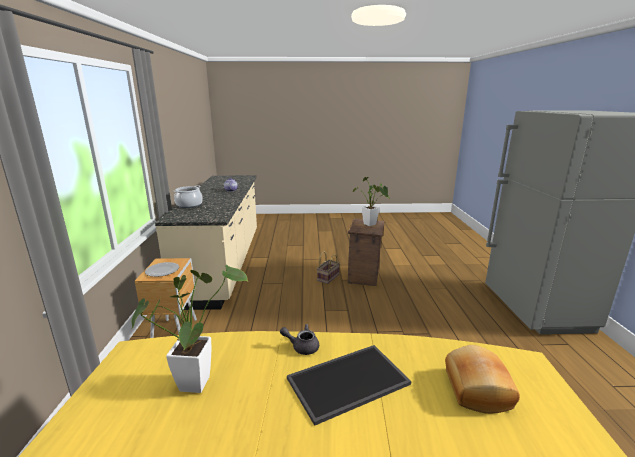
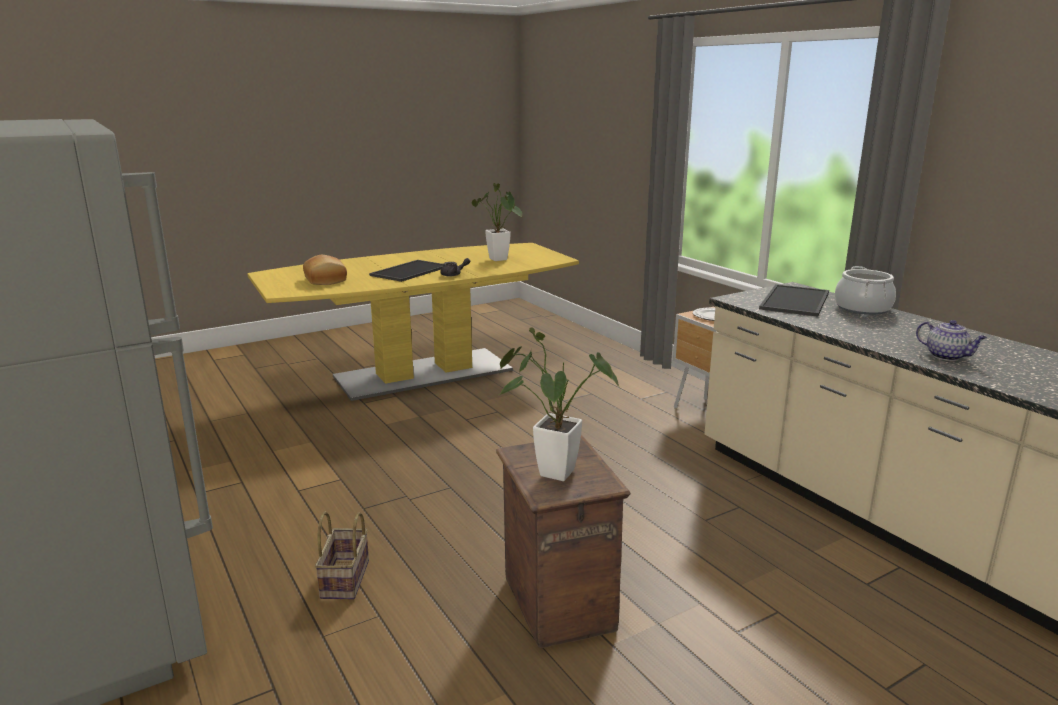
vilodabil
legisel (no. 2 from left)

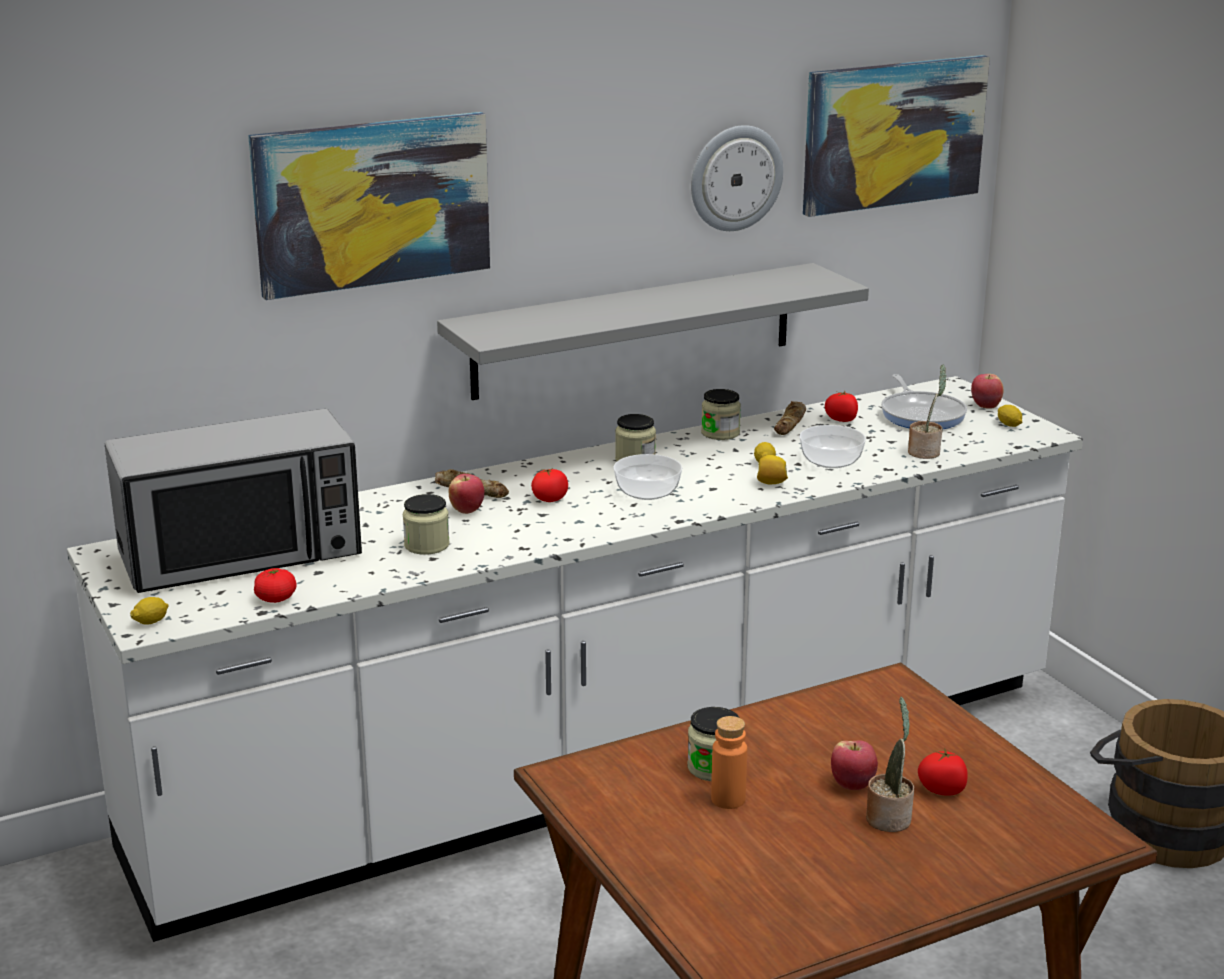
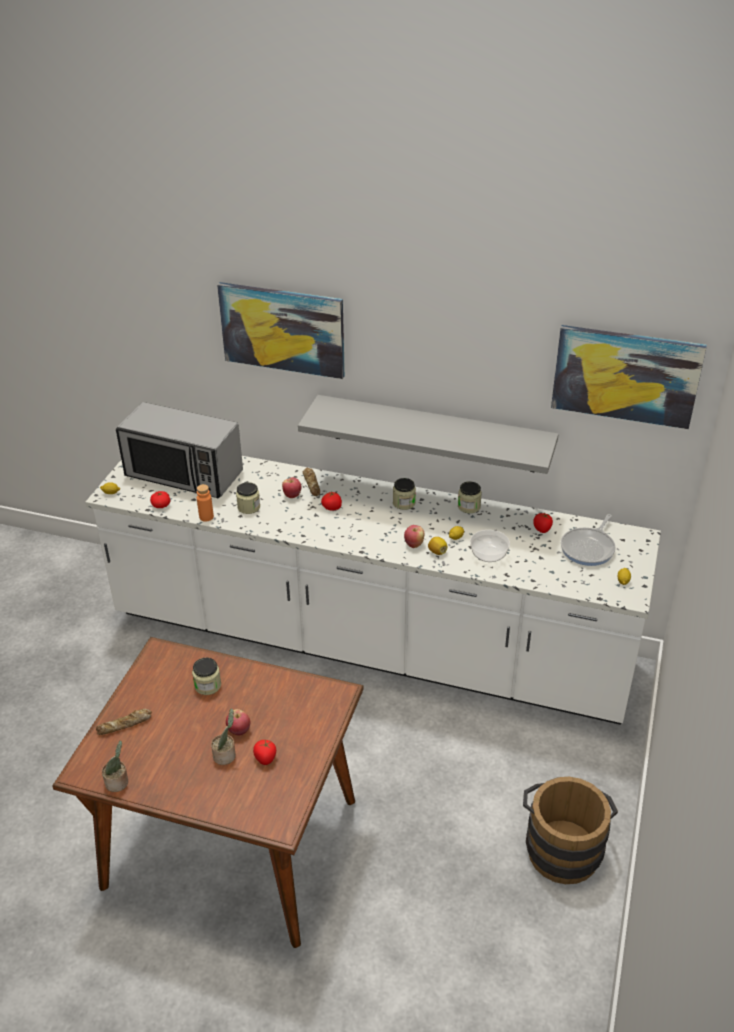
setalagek (no. 1 from left)
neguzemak (no. 1 from left)
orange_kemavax
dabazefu (no. 3 from left)
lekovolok (no. 1 from left in the first image)
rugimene

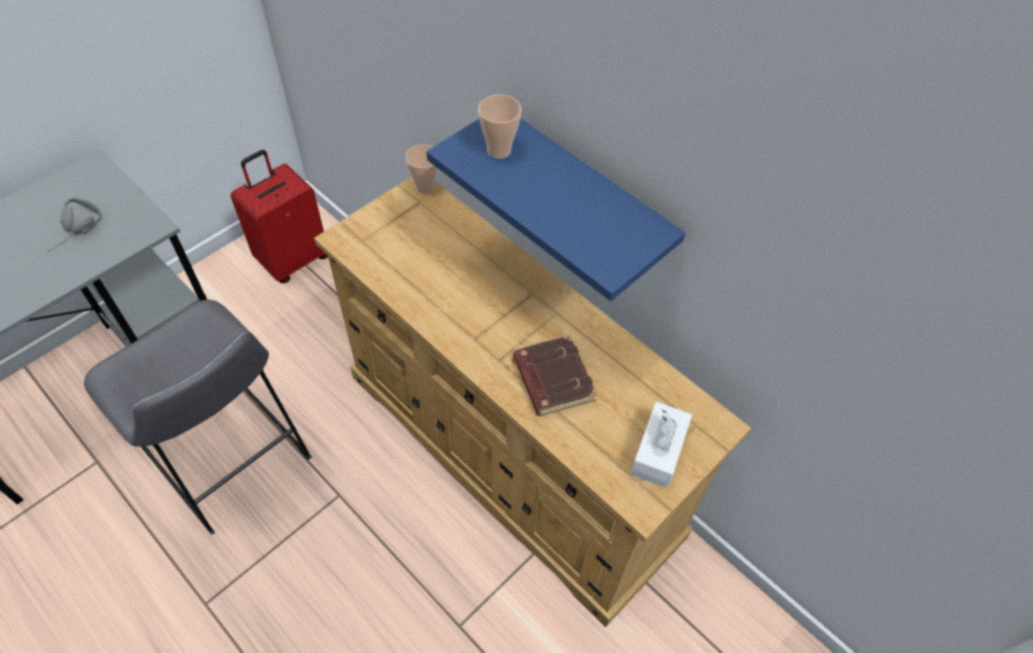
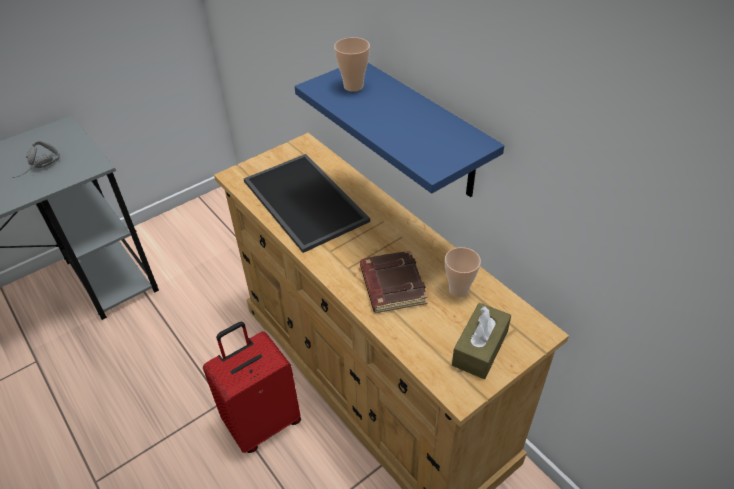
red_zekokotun
legisel
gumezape (no. 2 from left)
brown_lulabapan
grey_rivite

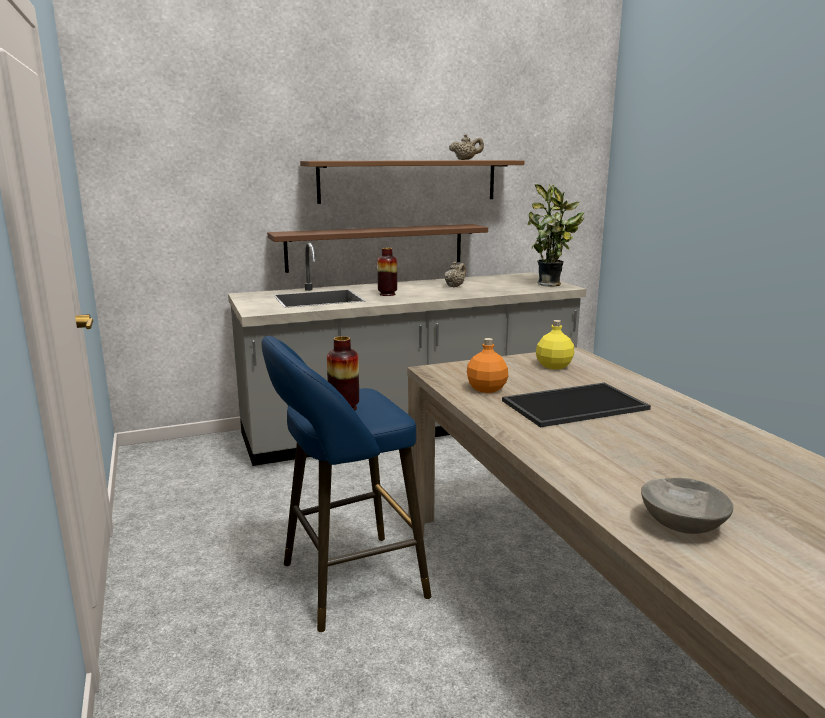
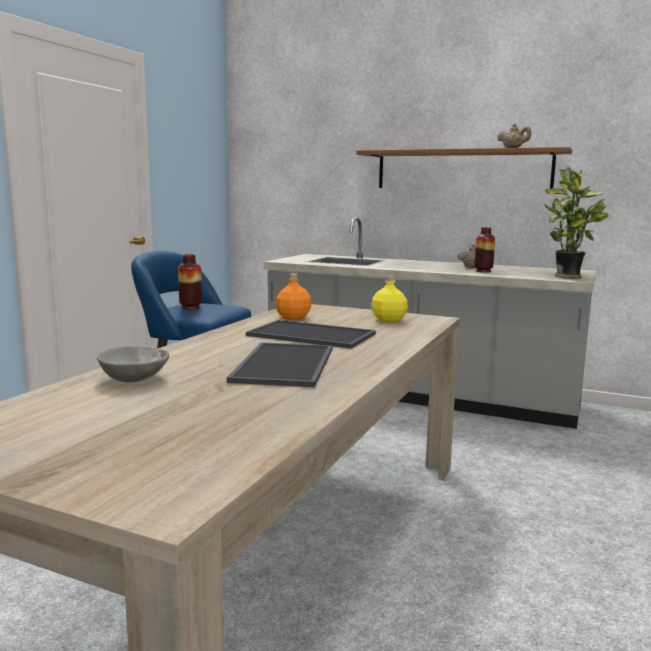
legisel (no. 1 from left)
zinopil (no. 2 from left)
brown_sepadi (no. 1 from left in the first image)

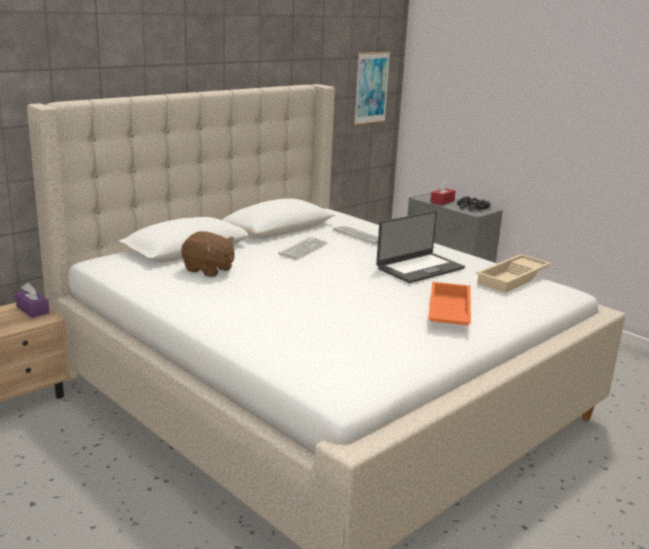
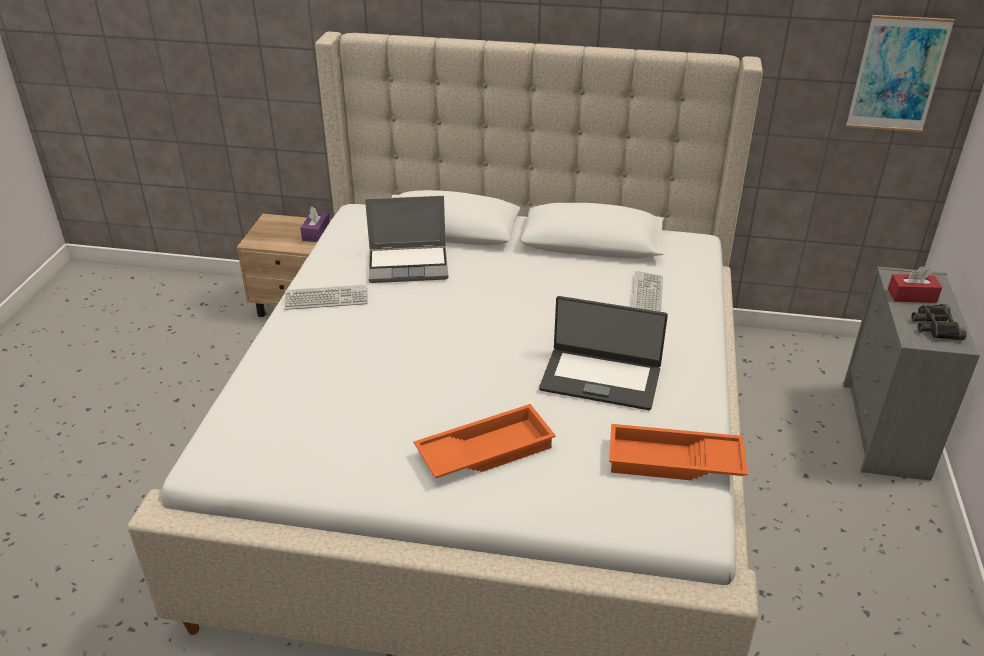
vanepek (no. 1 from left)
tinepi (no. 1 from left)
orange_legisel (no. 2 from left)

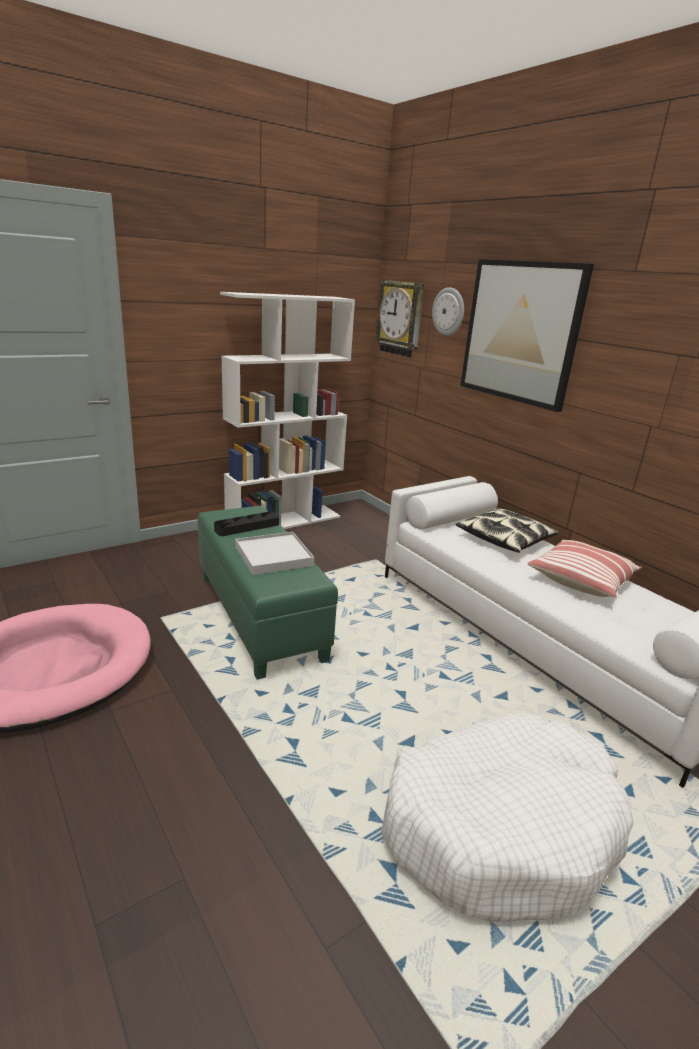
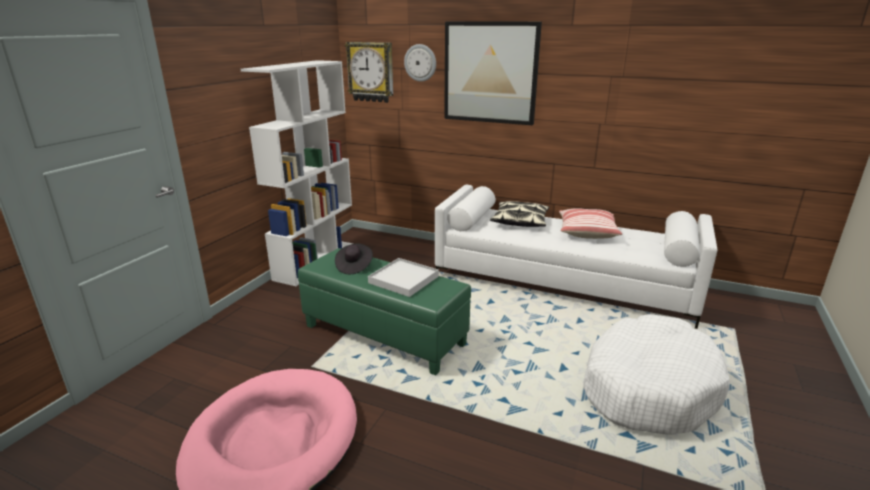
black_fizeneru

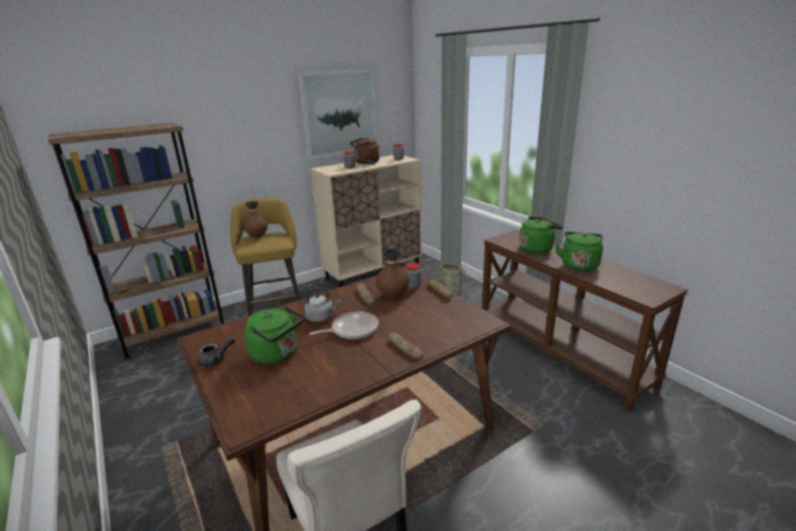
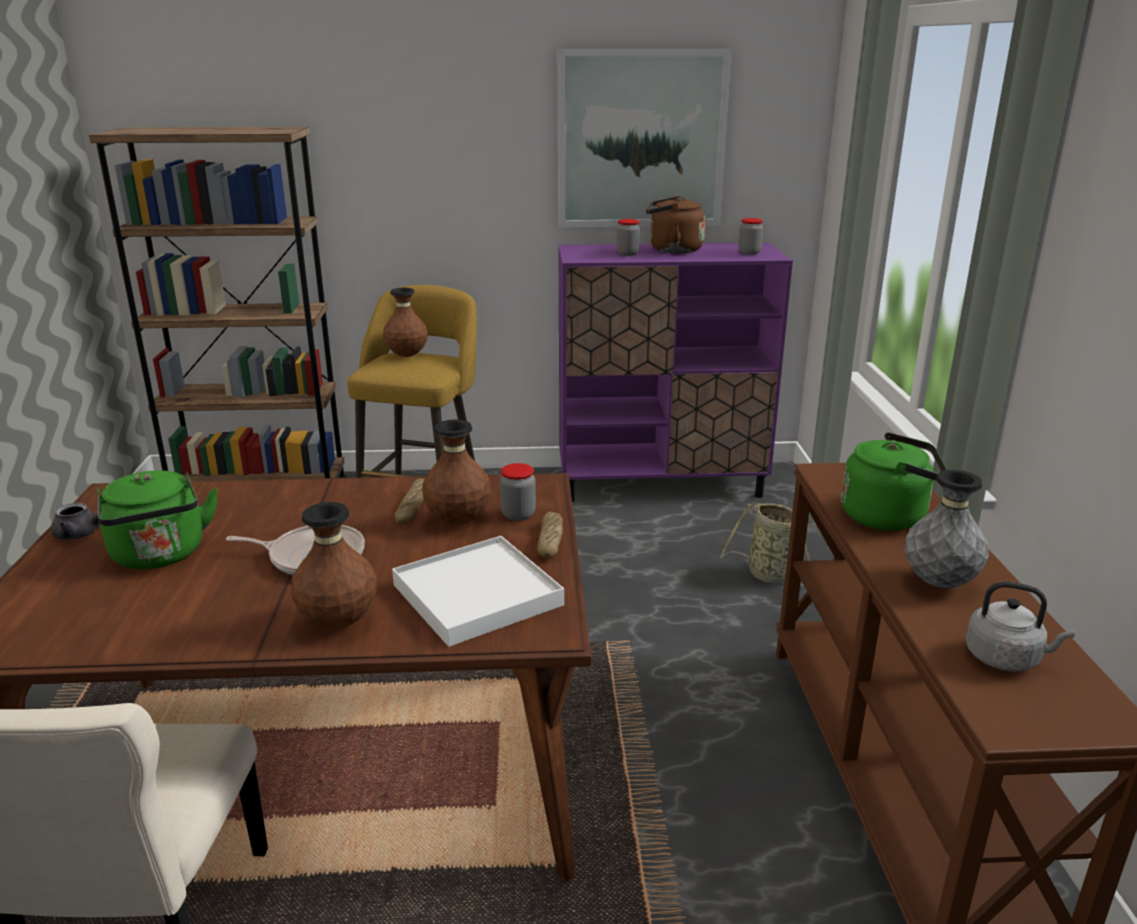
brown_zinopil (no. 1 from left)
white_legisel
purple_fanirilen
grey_zinopil
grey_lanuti

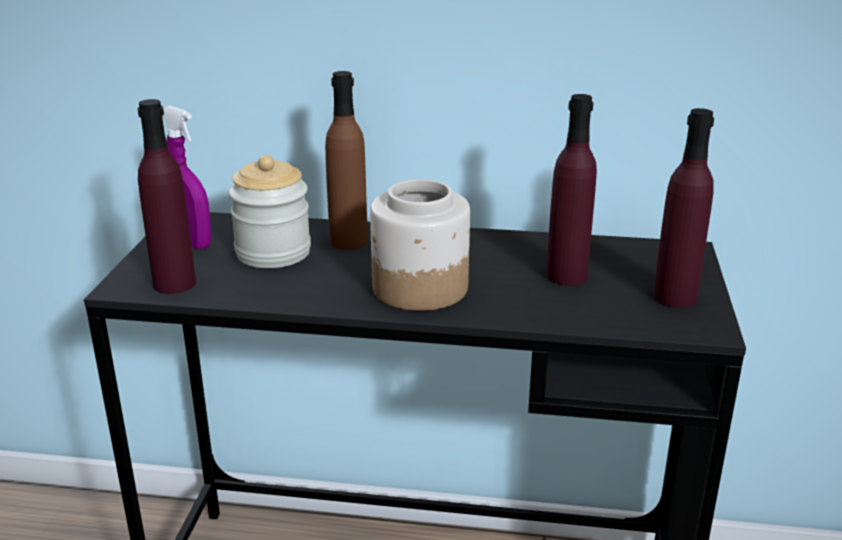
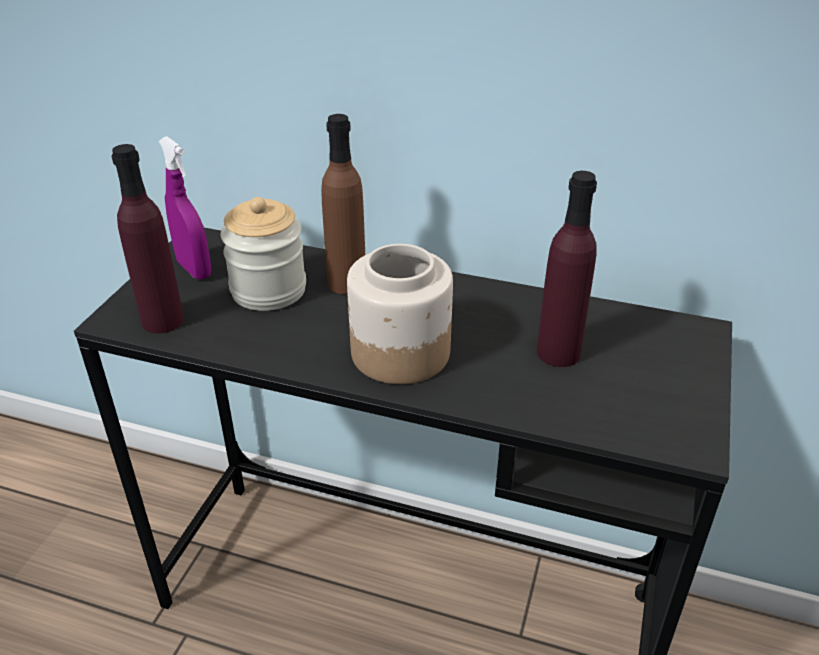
purple_kemavax (no. 3 from left in the first image)

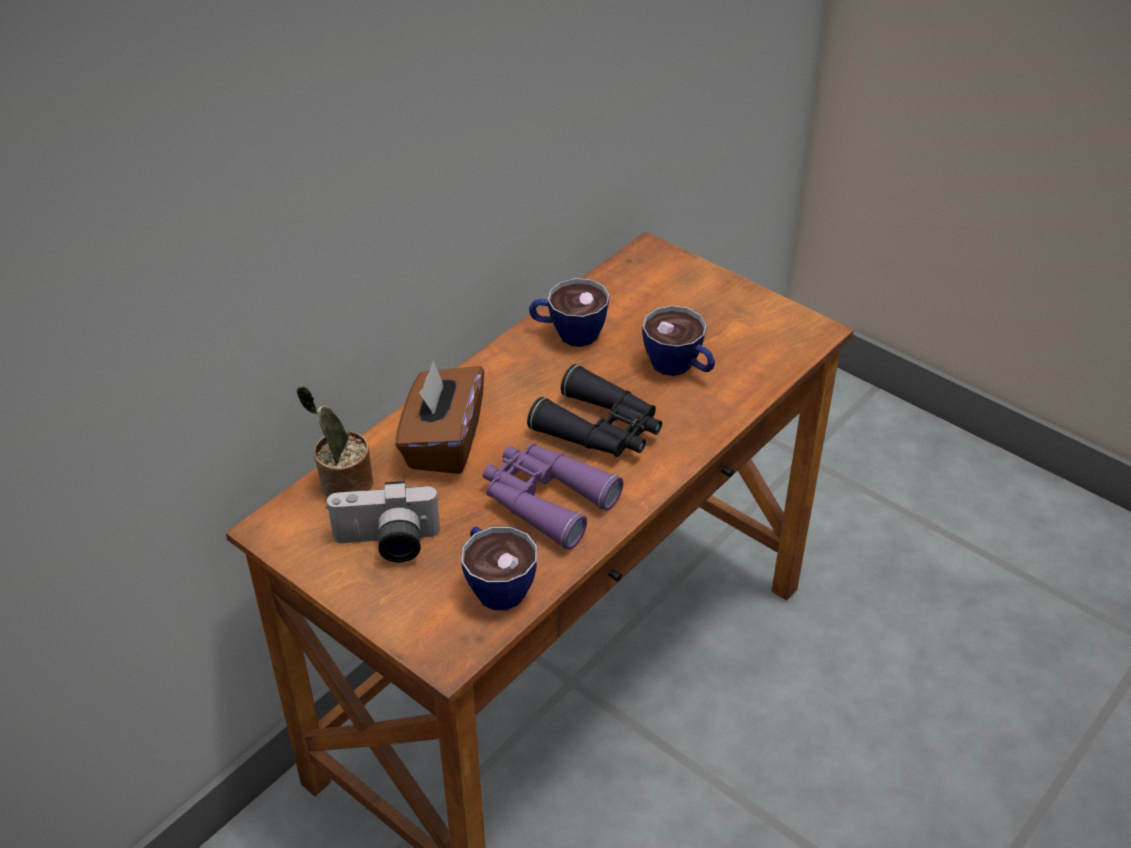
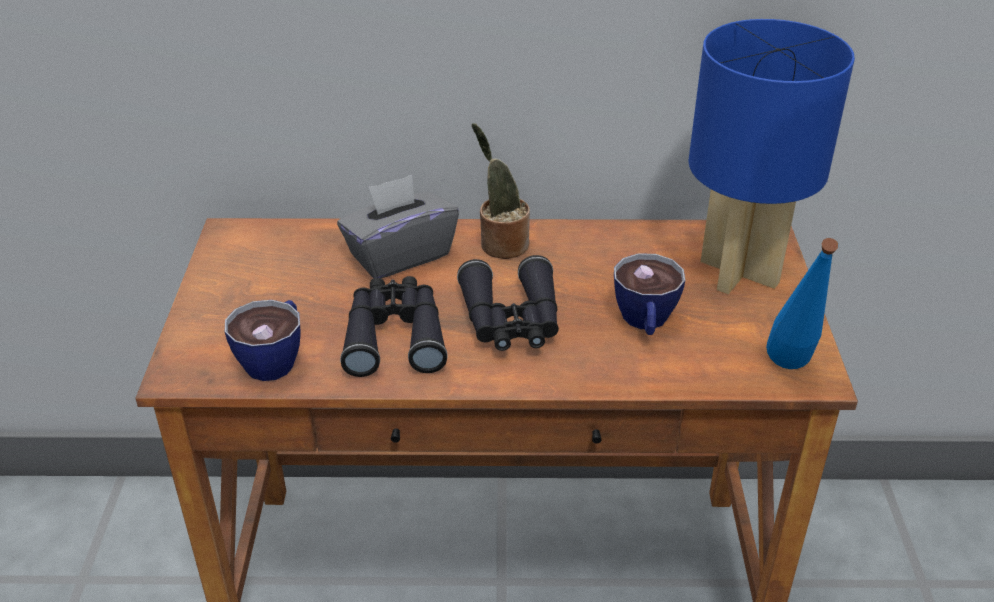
grey_lulabapan
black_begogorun (no. 1 from left)
neguzemak
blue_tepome
blue_kemavax
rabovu
gumezape (no. 2 from left in the first image)

